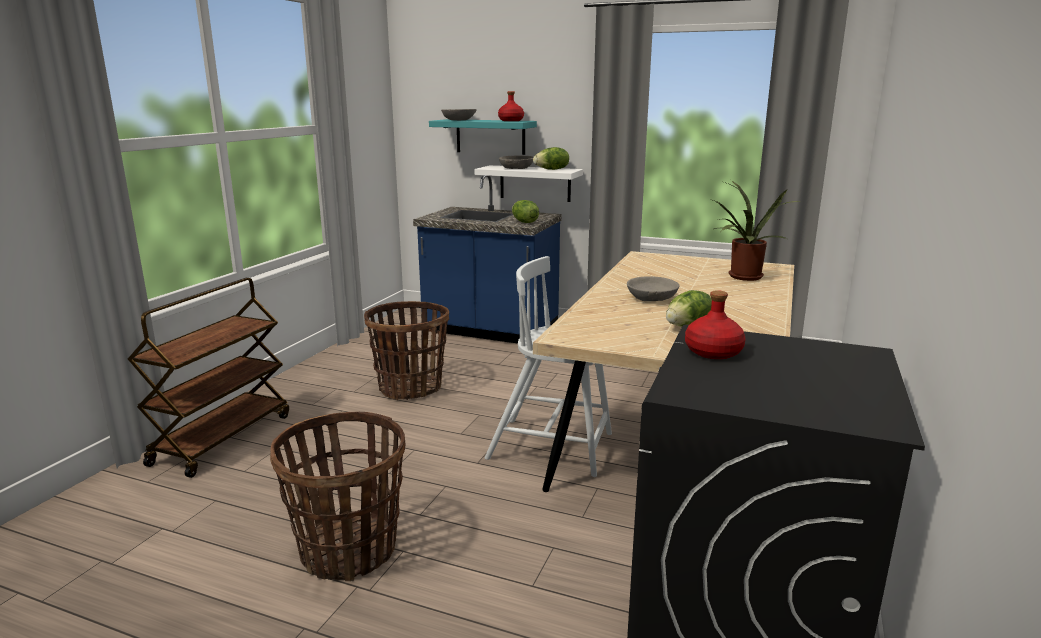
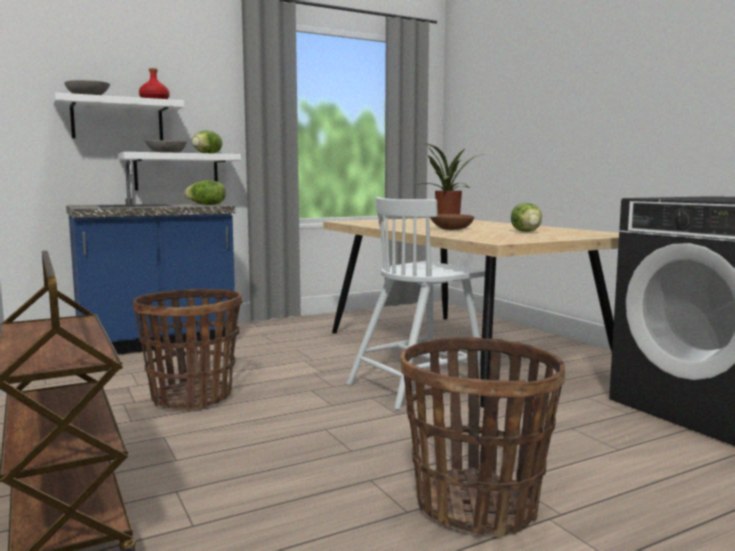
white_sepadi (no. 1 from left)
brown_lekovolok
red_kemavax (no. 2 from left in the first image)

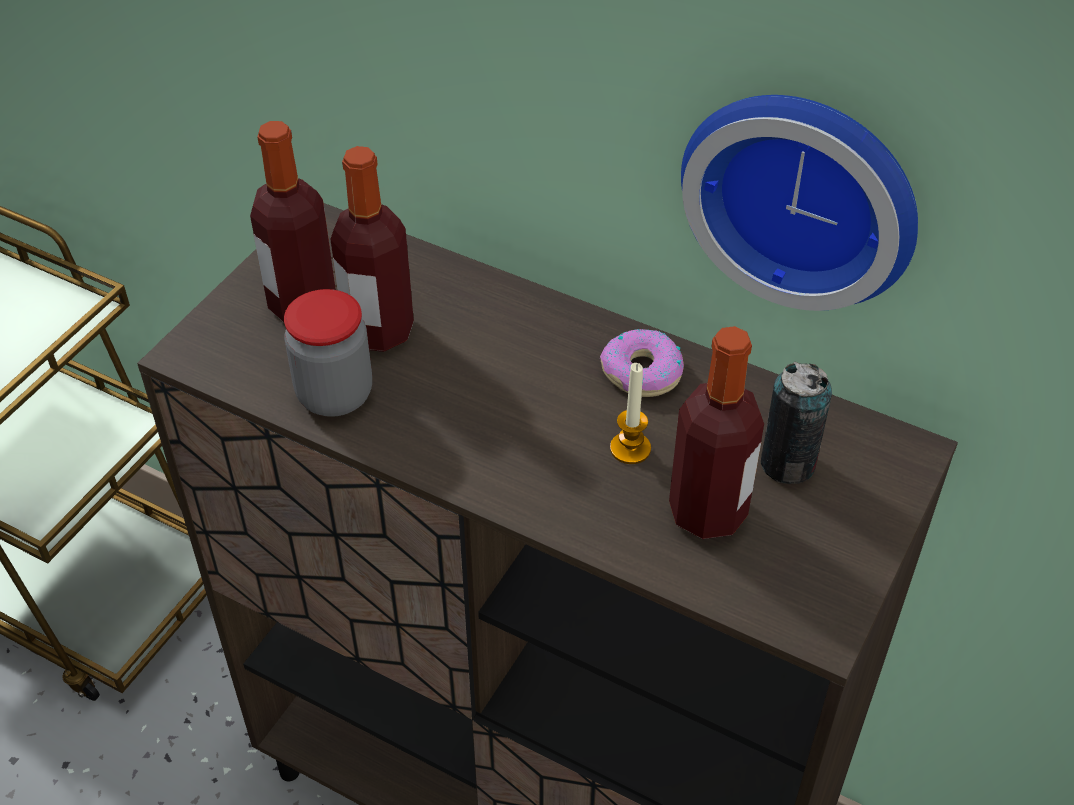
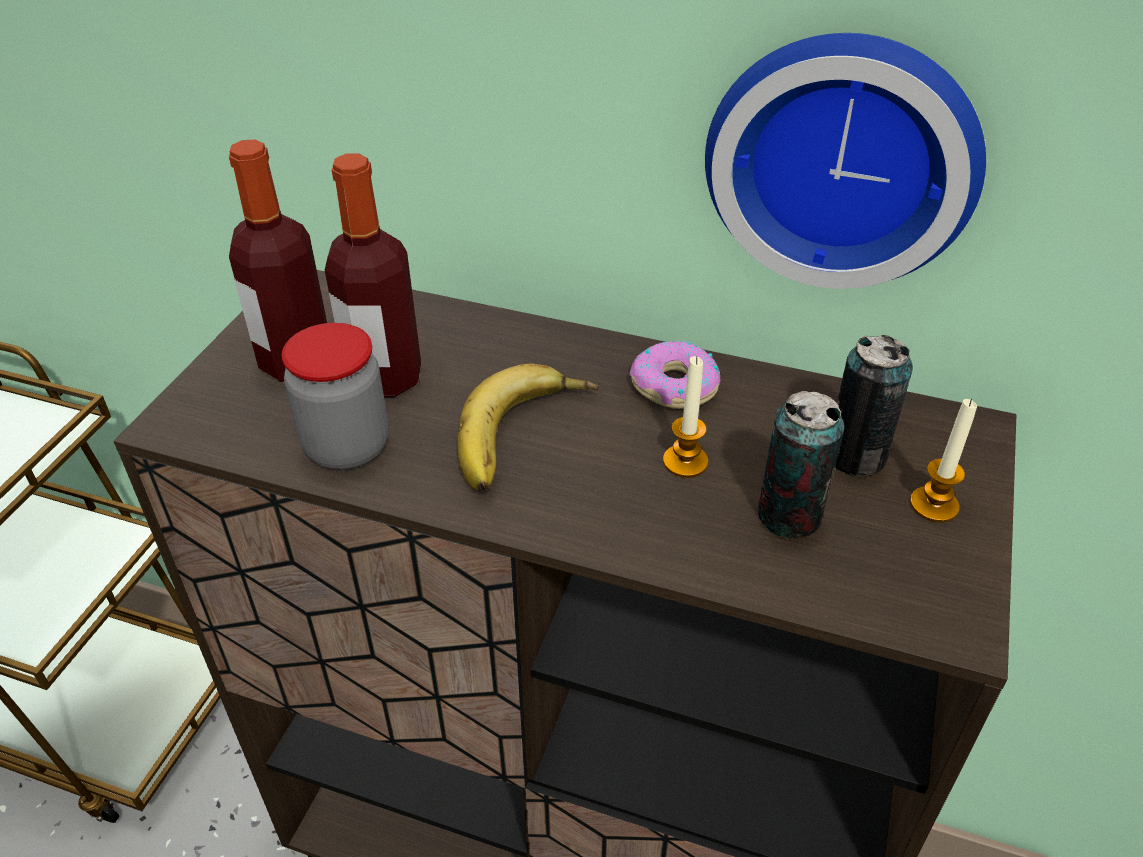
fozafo
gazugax (no. 1 from left)
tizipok (no. 2 from left)

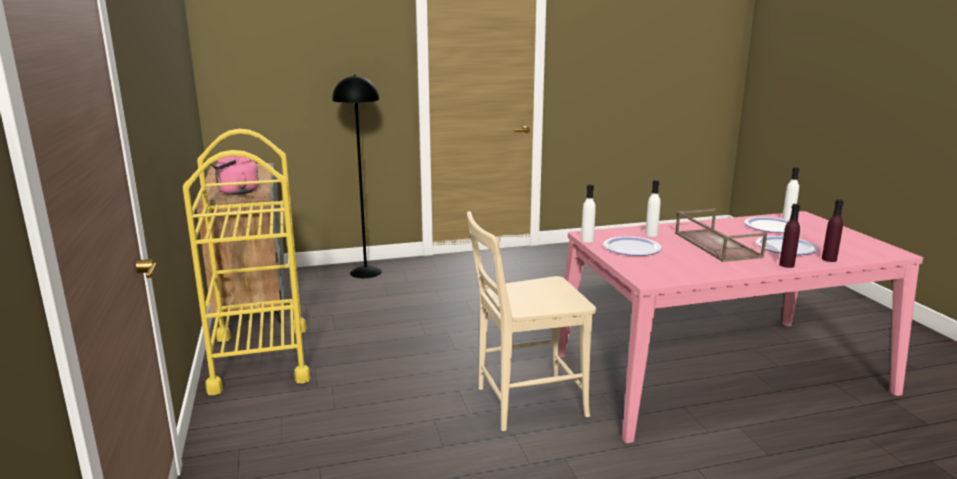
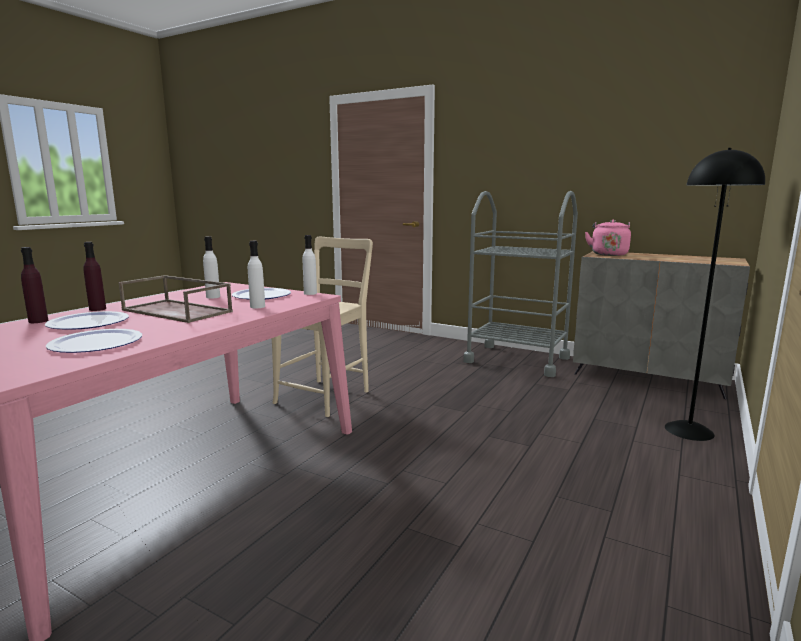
white_kemavax (no. 1 from left)
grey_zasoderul

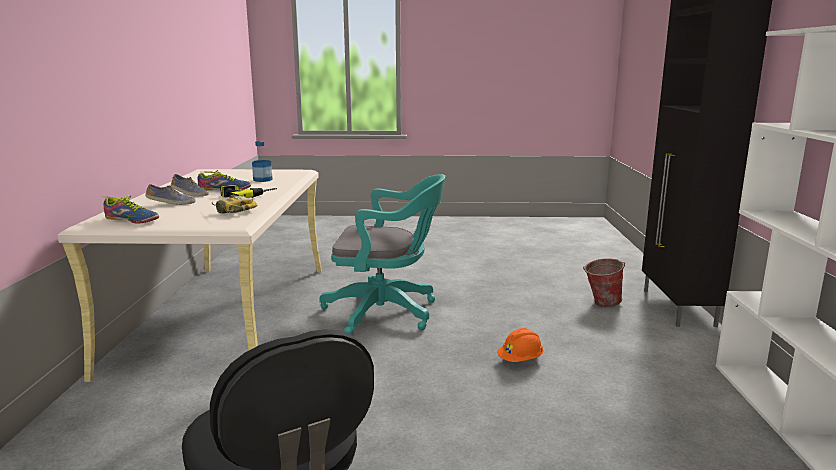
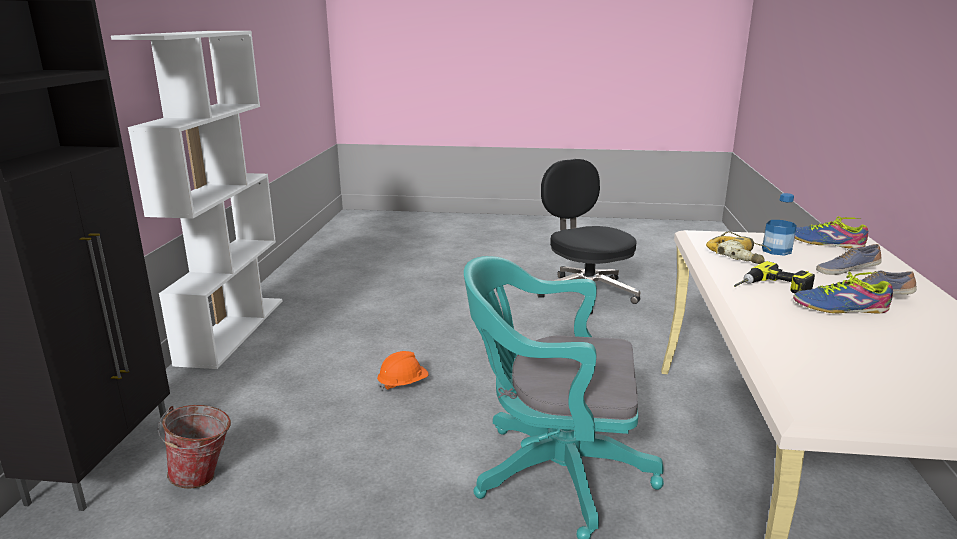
kemavax

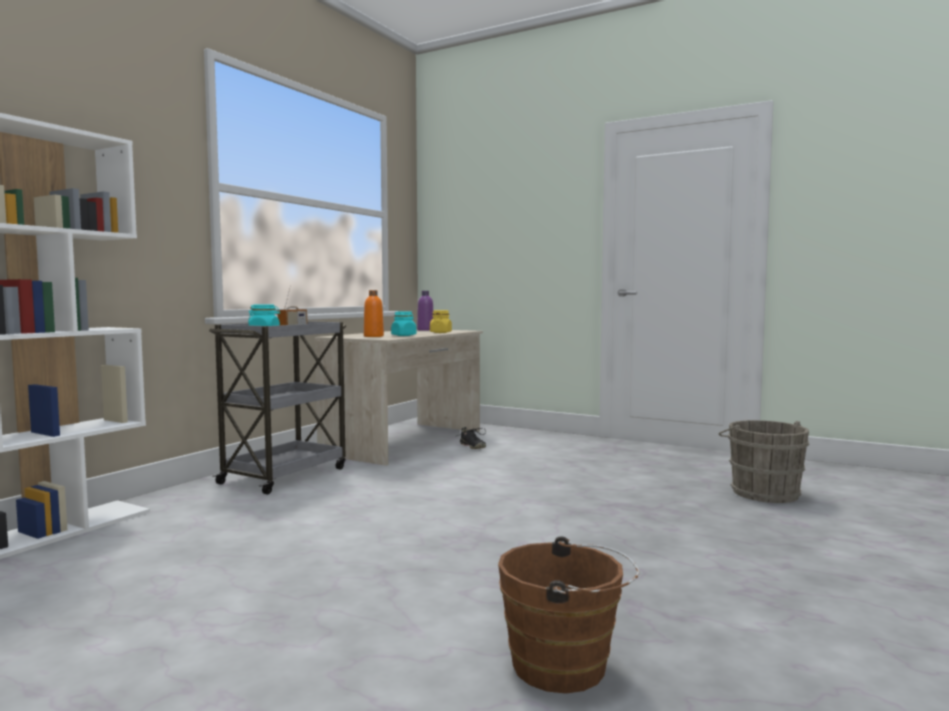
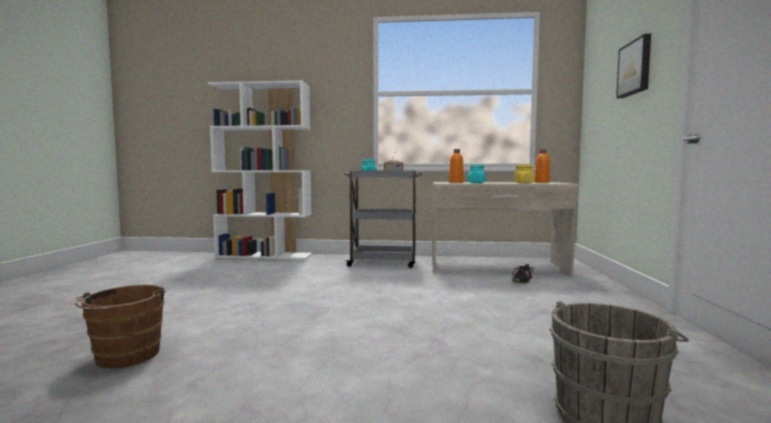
orange_kemavax (no. 2 from left)
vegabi

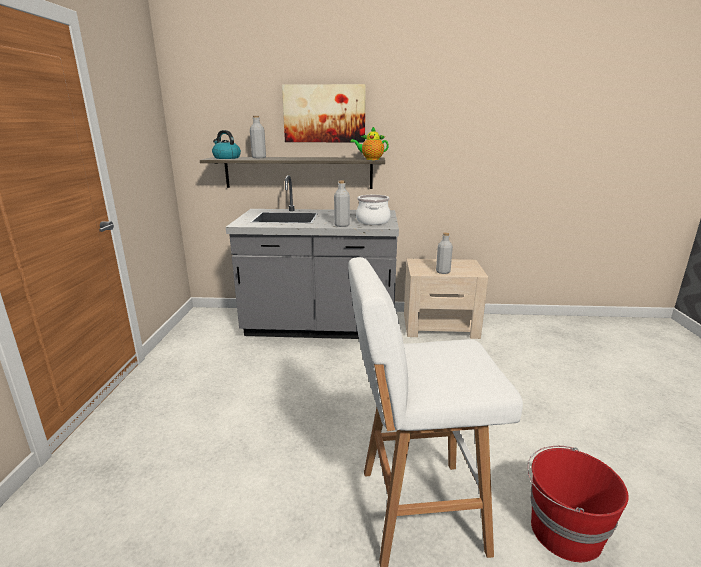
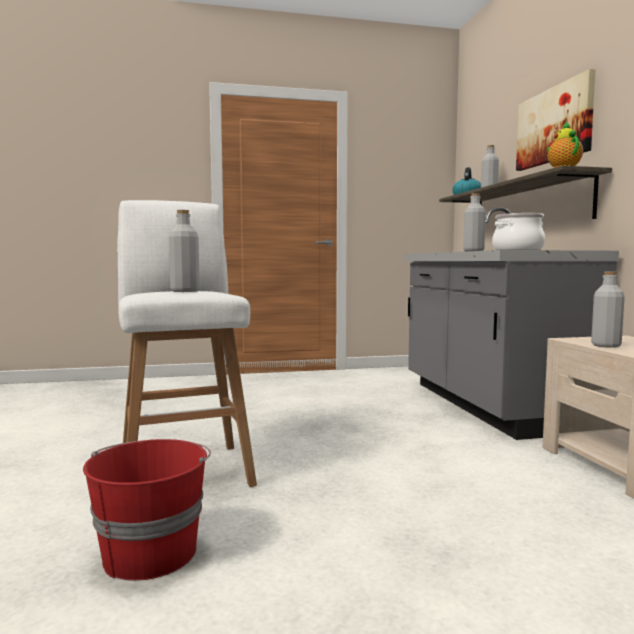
grey_kemavax (no. 1 from left)

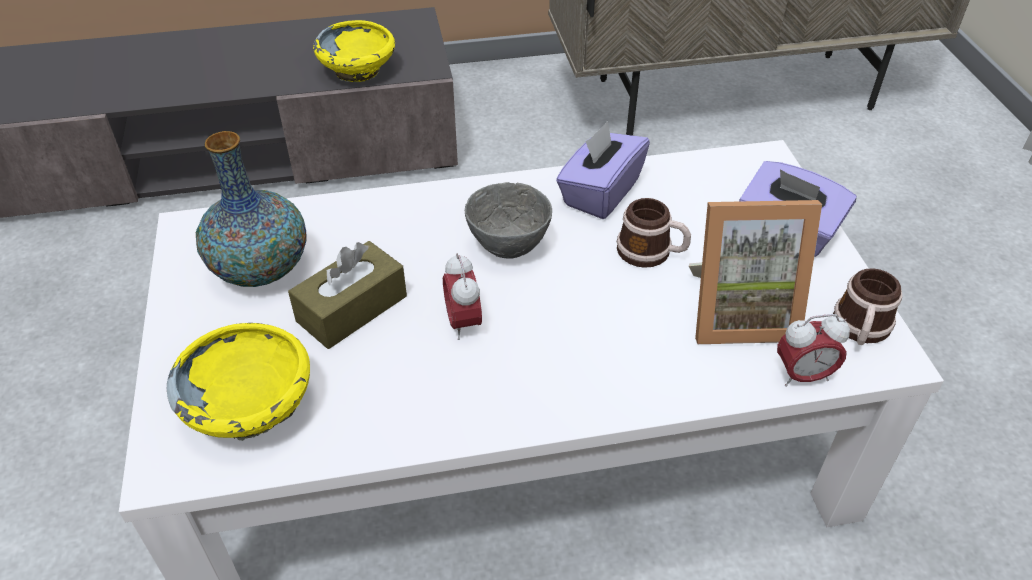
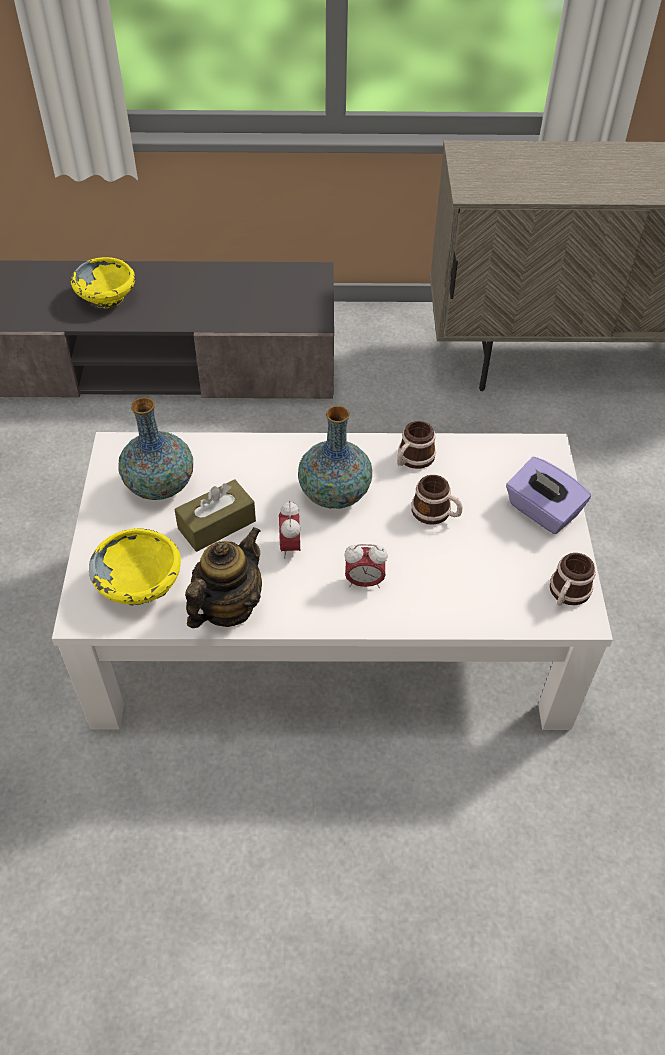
yellow_lekovolok (no. 1 from left)
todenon
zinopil (no. 2 from left)
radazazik (no. 2 from left)
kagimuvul (no. 1 from left)
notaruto

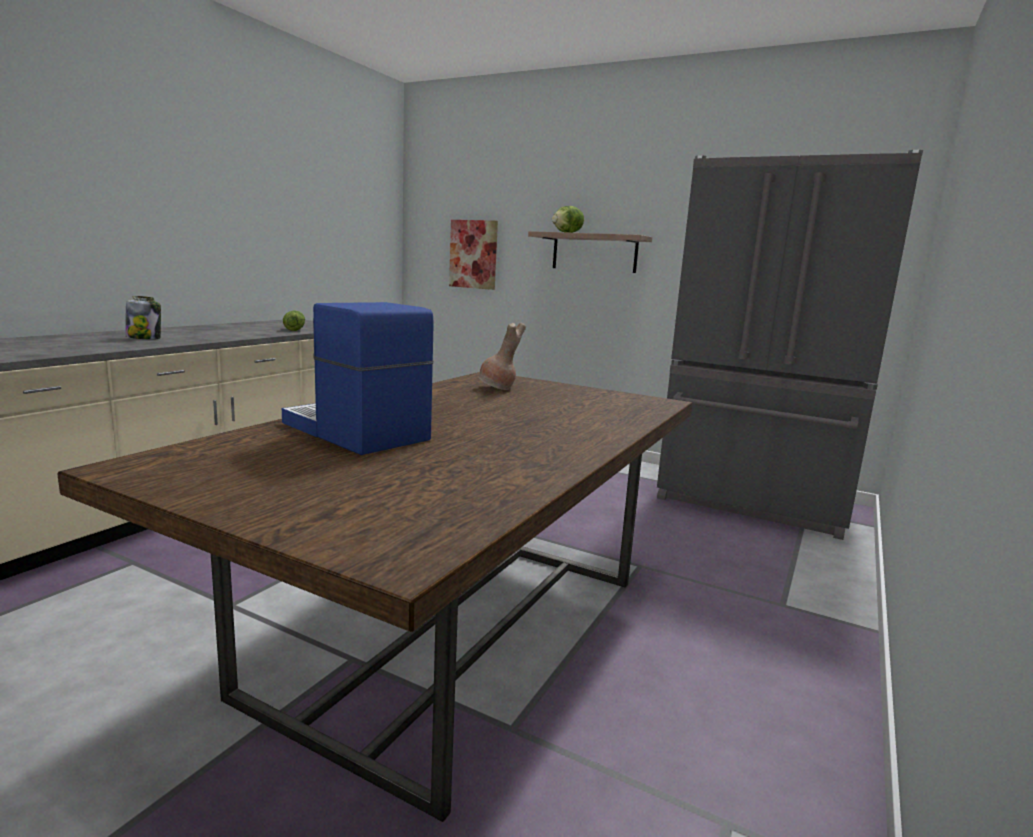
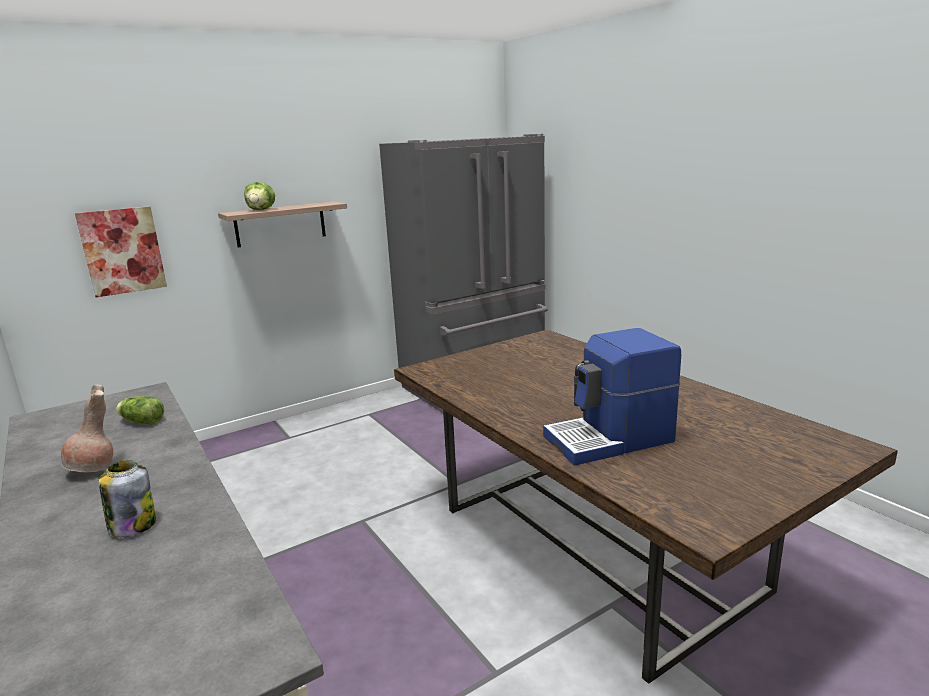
brown_zinopil

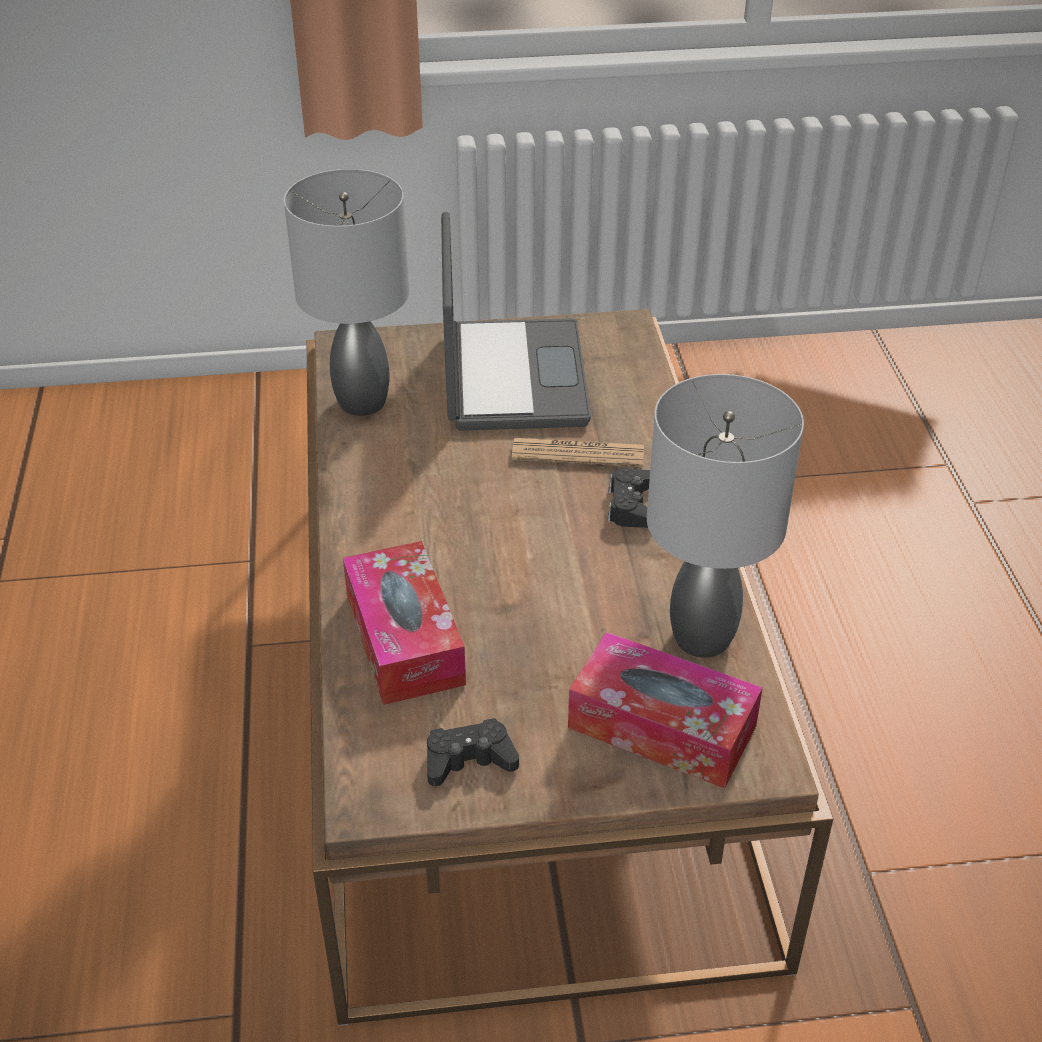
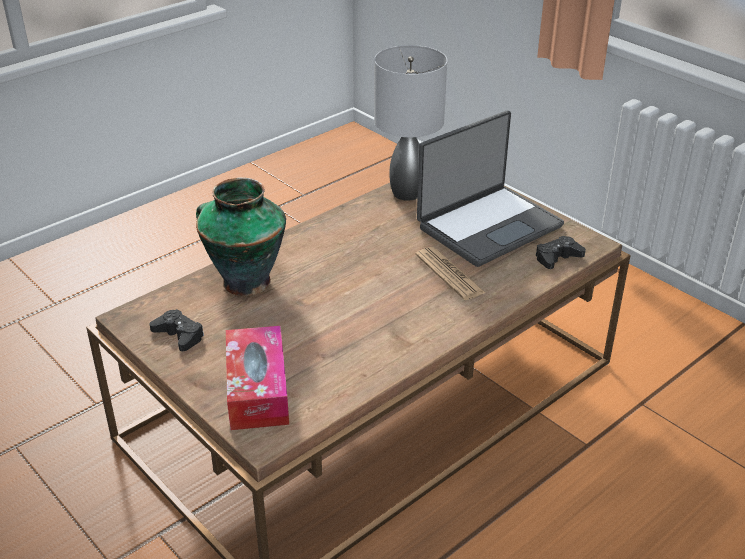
zinopil
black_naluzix (no. 2 from left)
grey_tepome (no. 2 from left in the first image)

